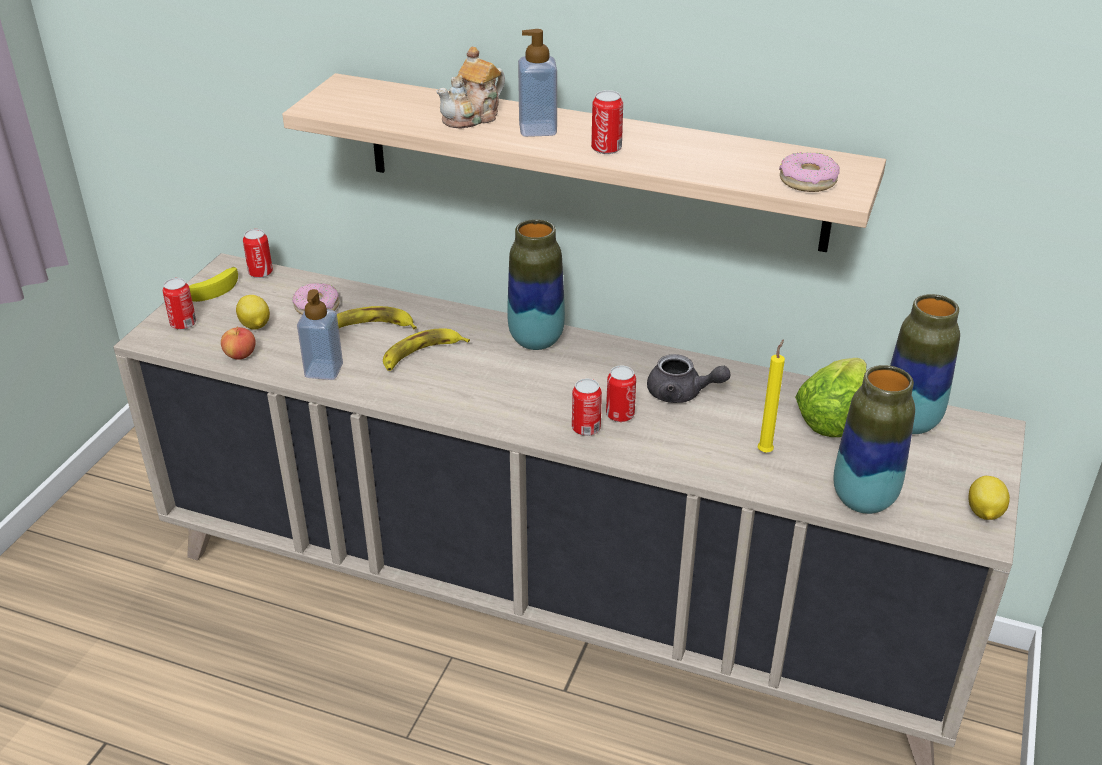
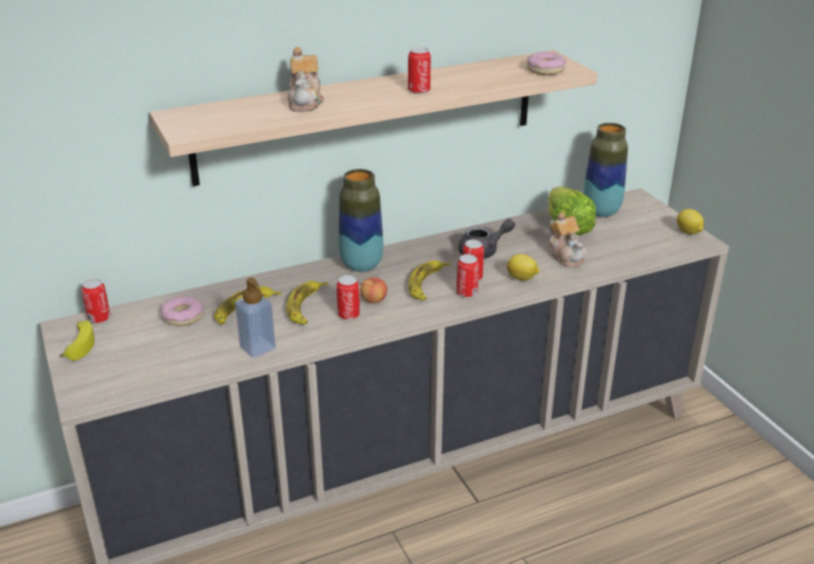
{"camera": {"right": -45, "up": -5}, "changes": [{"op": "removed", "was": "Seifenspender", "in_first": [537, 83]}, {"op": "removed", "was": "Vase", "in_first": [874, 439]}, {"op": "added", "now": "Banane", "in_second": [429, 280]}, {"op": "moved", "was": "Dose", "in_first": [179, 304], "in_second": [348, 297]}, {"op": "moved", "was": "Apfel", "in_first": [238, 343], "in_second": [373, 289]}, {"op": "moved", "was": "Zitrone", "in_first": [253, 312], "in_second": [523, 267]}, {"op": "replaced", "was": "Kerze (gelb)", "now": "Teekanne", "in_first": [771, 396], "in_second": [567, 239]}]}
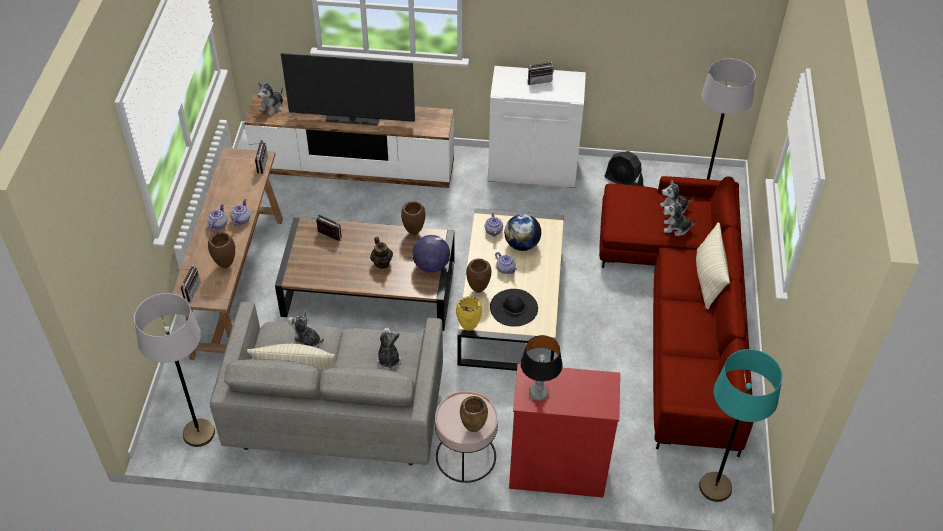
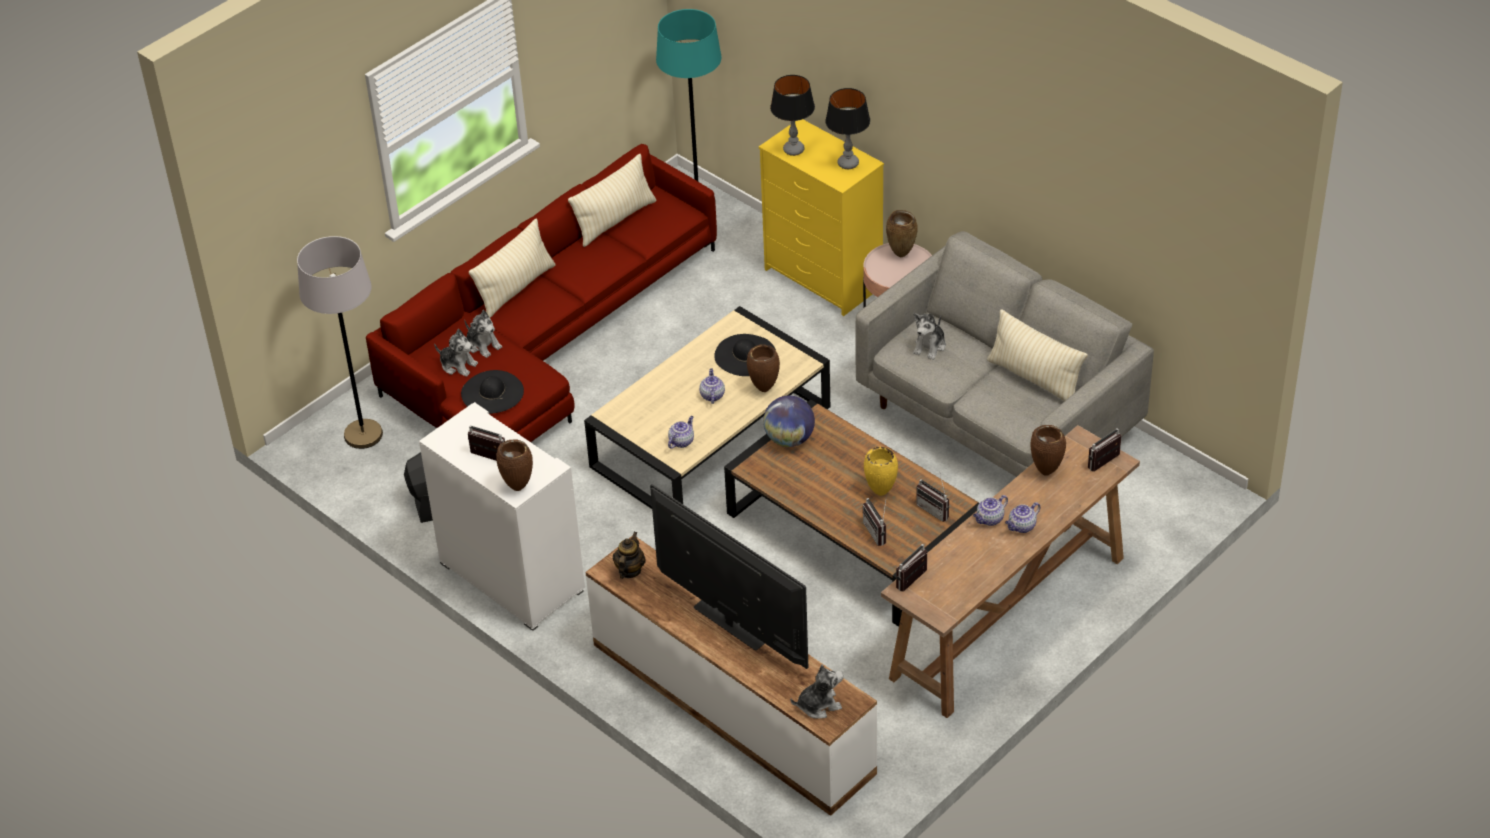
{"camera": {"right": -140, "up": -5}, "changes": [{"op": "removed", "was": "Stehlampe (grau)", "in_first": [174, 370]}, {"op": "removed", "was": "Plüschtier", "in_first": [306, 329]}, {"op": "removed", "was": "Globus", "in_first": [523, 232]}, {"op": "added", "now": "Hut (schwarz)", "in_second": [492, 392]}, {"op": "added", "now": "Kissen (beige)", "in_second": [612, 200]}, {"op": "added", "now": "Tischlampe", "in_second": [792, 115]}, {"op": "added", "now": "Radio", "in_second": [932, 498]}, {"op": "moved", "was": "Teekanne", "in_first": [381, 253], "in_second": [629, 555]}, {"op": "moved", "was": "Vase (braun)", "in_first": [413, 218], "in_second": [514, 465]}, {"op": "moved", "was": "Vase (gelb)", "in_first": [469, 313], "in_second": [881, 471]}, {"op": "recoloured", "was": "Kommode (rot)", "now": "Kommode (gelb)", "in_first": [564, 431], "in_second": [821, 217]}]}
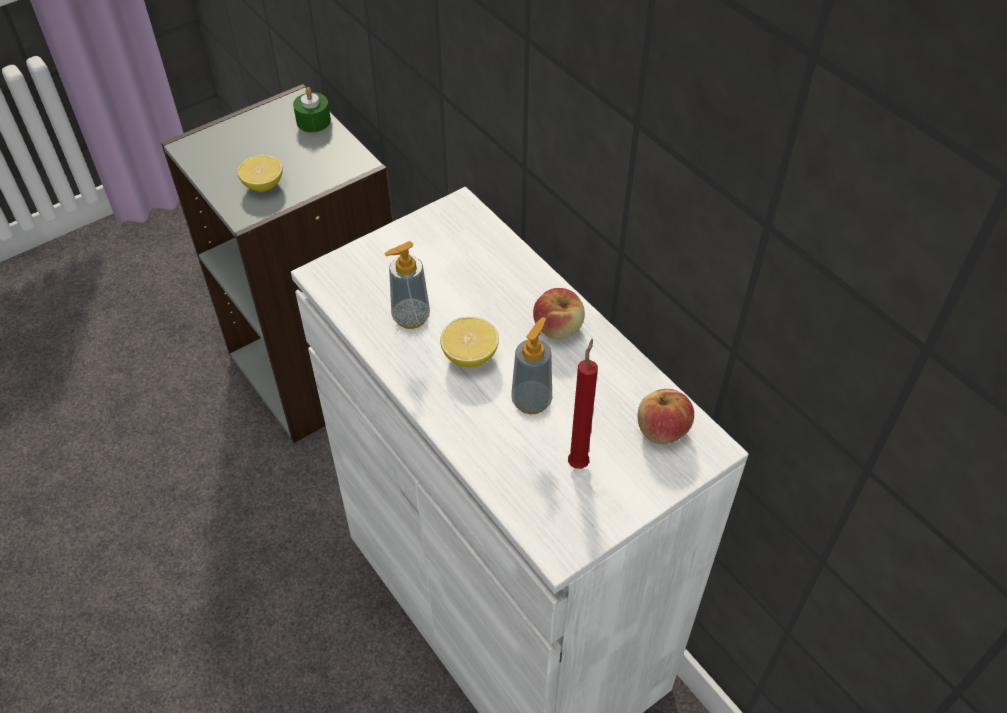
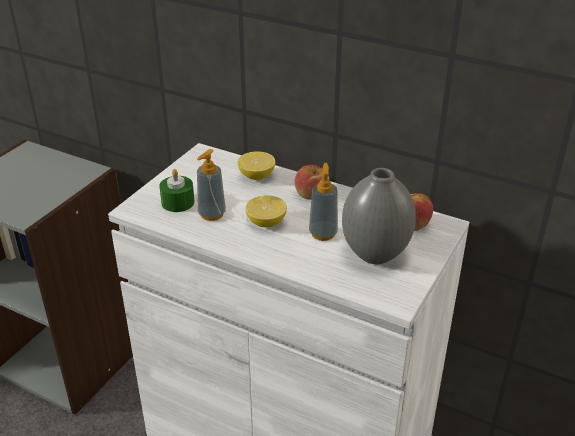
{"camera": {"right": -25, "up": -15}, "changes": [{"op": "moved", "was": "Zitrone", "in_first": [260, 173], "in_second": [256, 165]}, {"op": "moved", "was": "Kerze (grün)", "in_first": [312, 109], "in_second": [176, 190]}, {"op": "replaced", "was": "Kerze (rot)", "now": "Vase (grau)", "in_first": [583, 404], "in_second": [379, 216]}]}
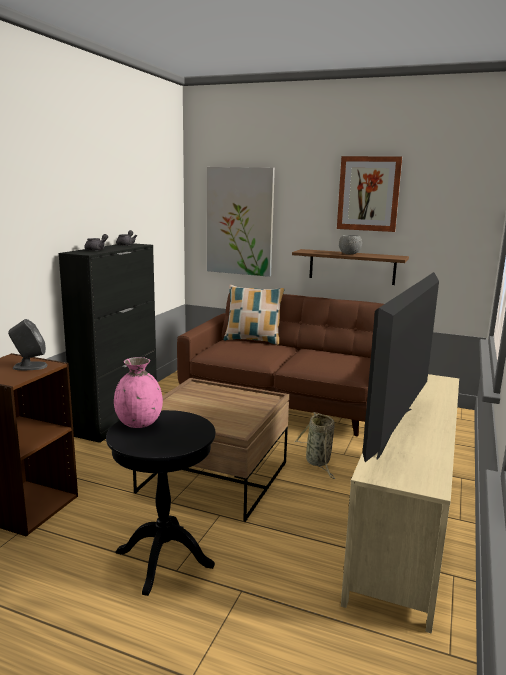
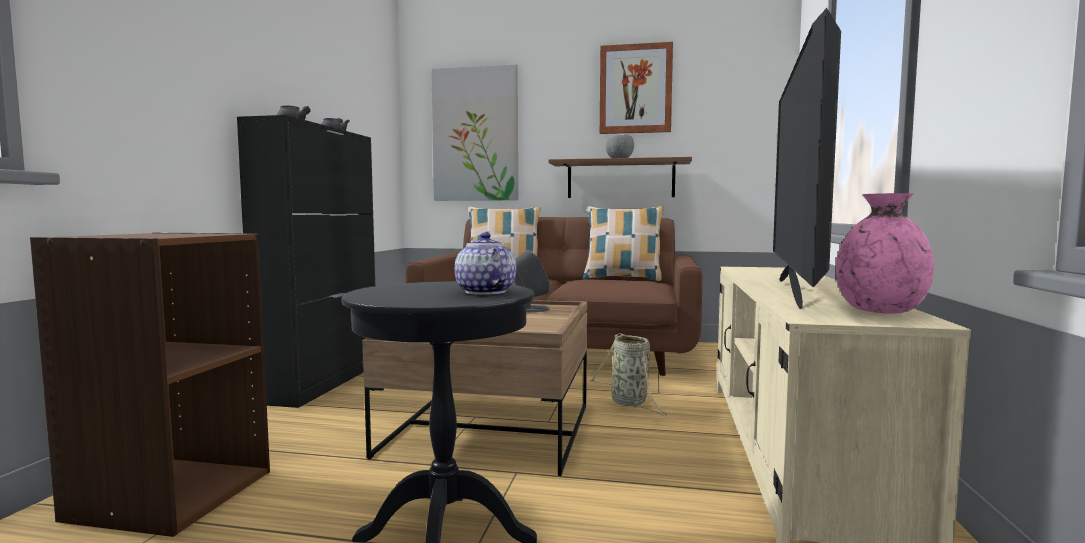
{"camera": {"right": -10, "up": -10}, "changes": [{"op": "added", "now": "Teekanne", "in_second": [485, 263]}, {"op": "added", "now": "Kissen", "in_second": [623, 243]}, {"op": "moved", "was": "Lautsprecher (grau)", "in_first": [28, 344], "in_second": [532, 281]}, {"op": "moved", "was": "Vase (rosa)", "in_first": [138, 392], "in_second": [885, 253]}]}
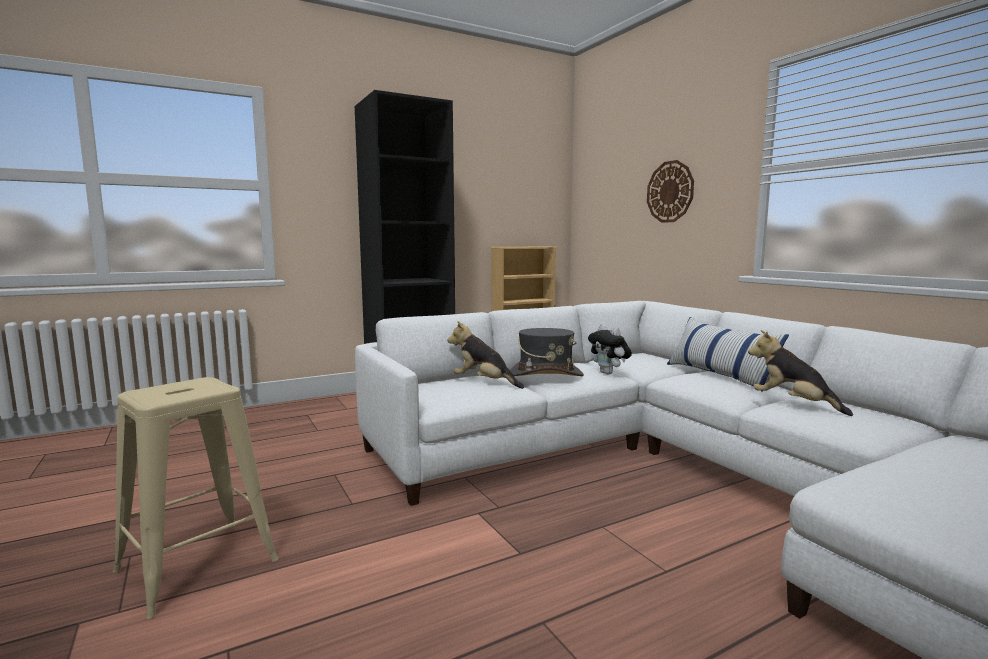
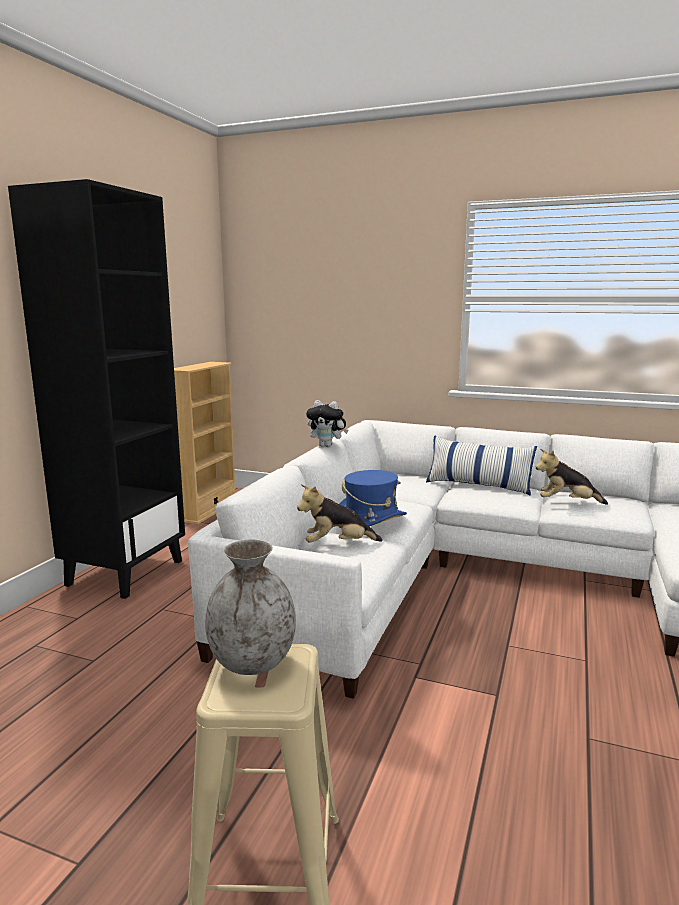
{"camera": {"right": -40, "up": 5}, "changes": [{"op": "removed", "was": "Wanduhr", "in_first": [670, 191]}, {"op": "added", "now": "Vase (grau)", "in_second": [250, 607]}, {"op": "moved", "was": "Plüschtier", "in_first": [610, 349], "in_second": [327, 423]}, {"op": "recoloured", "was": "Hut (grau)", "now": "Hut (blau)", "in_first": [547, 352], "in_second": [372, 498]}]}
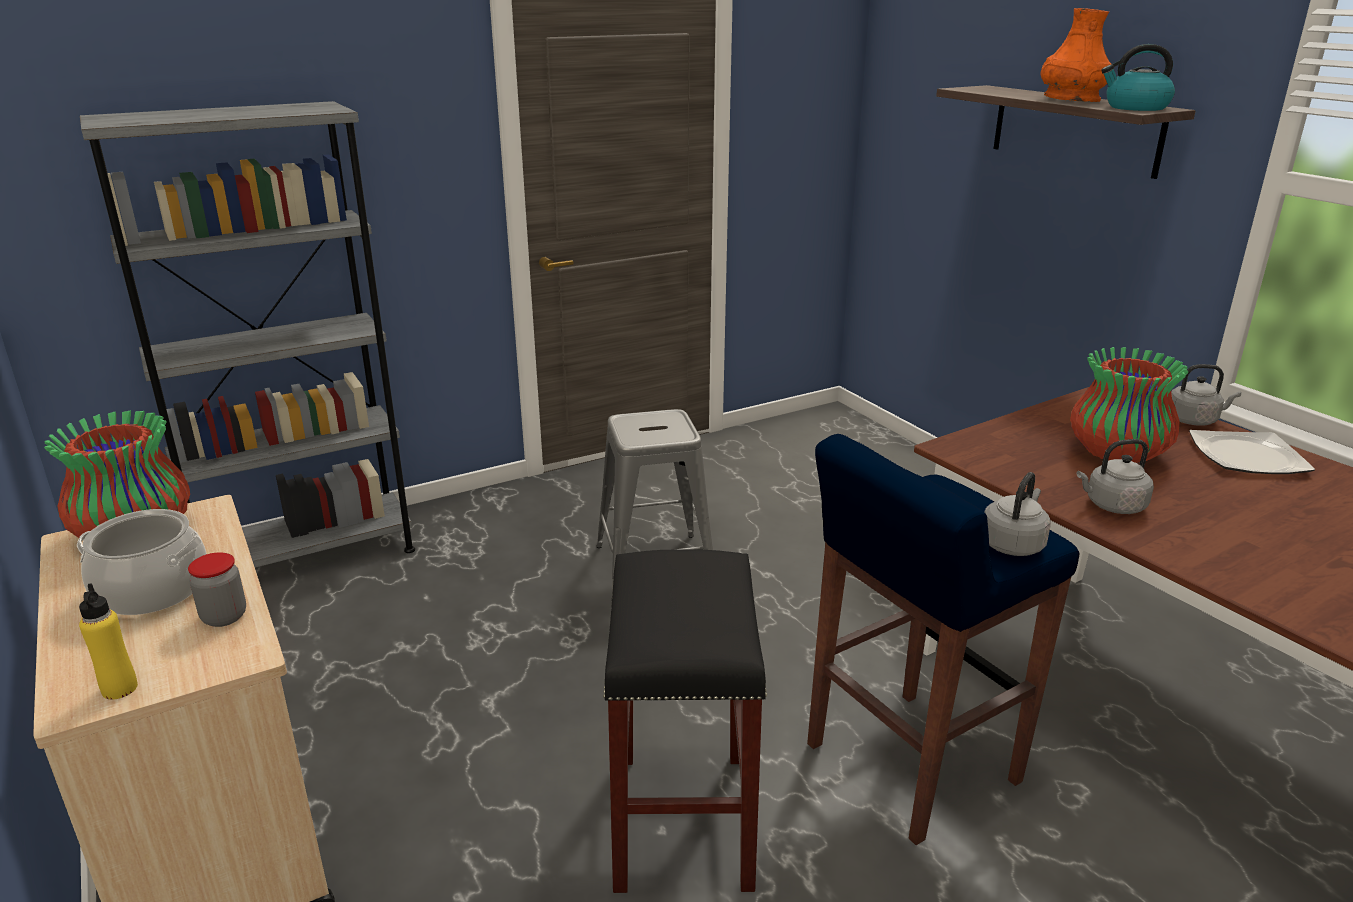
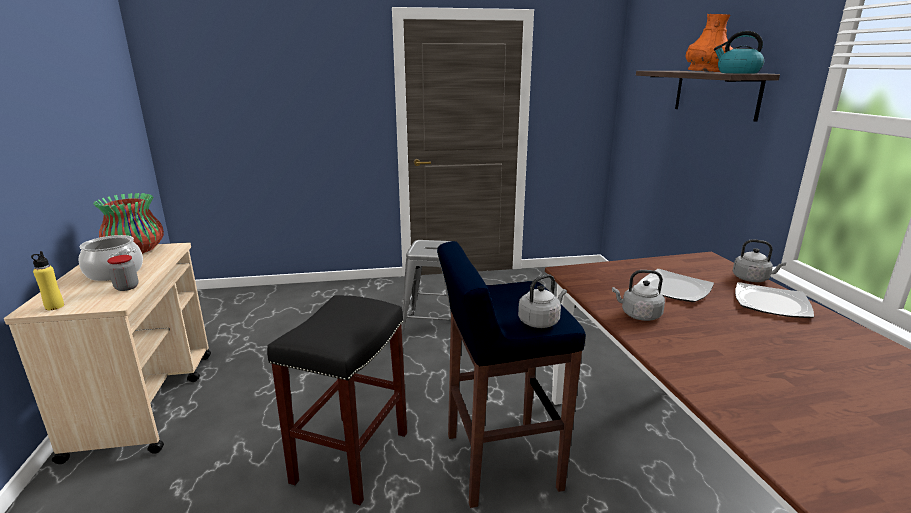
{"camera": {"right": 20, "up": -5}, "changes": [{"op": "removed", "was": "Bücherregal (grau)", "in_first": [247, 334]}, {"op": "replaced", "was": "Vase", "now": "Teller", "in_first": [1129, 405], "in_second": [676, 285]}]}
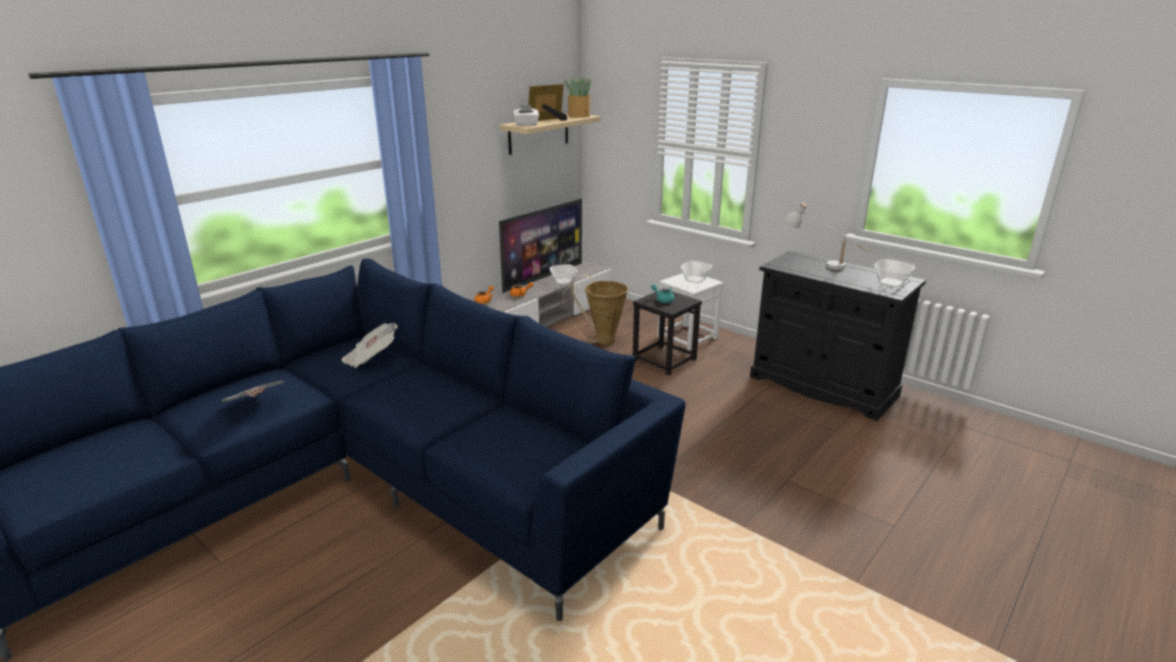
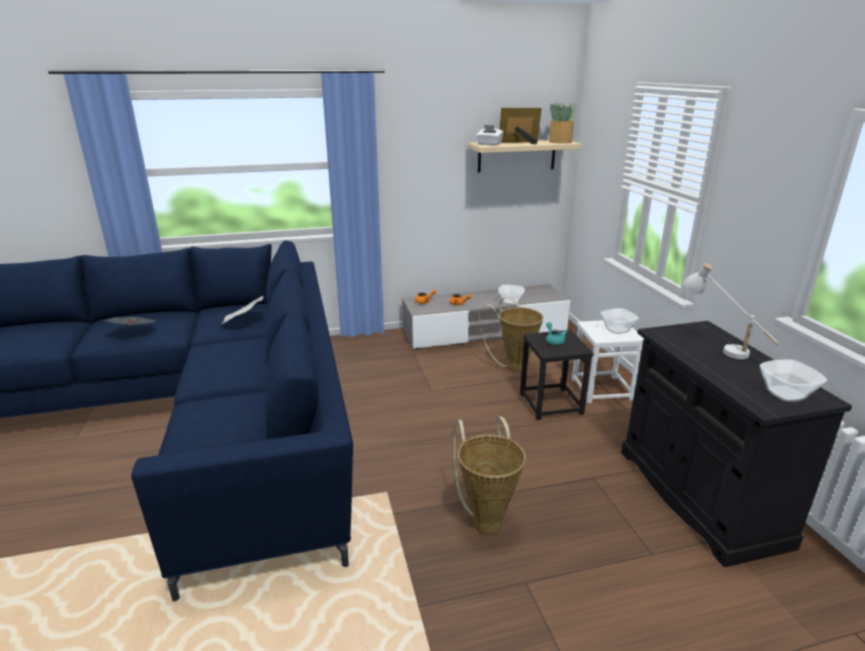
{"camera": {"right": 35, "up": 0}, "changes": [{"op": "removed", "was": "Fernseher", "in_first": [540, 246]}, {"op": "added", "now": "Korb", "in_second": [489, 475]}]}
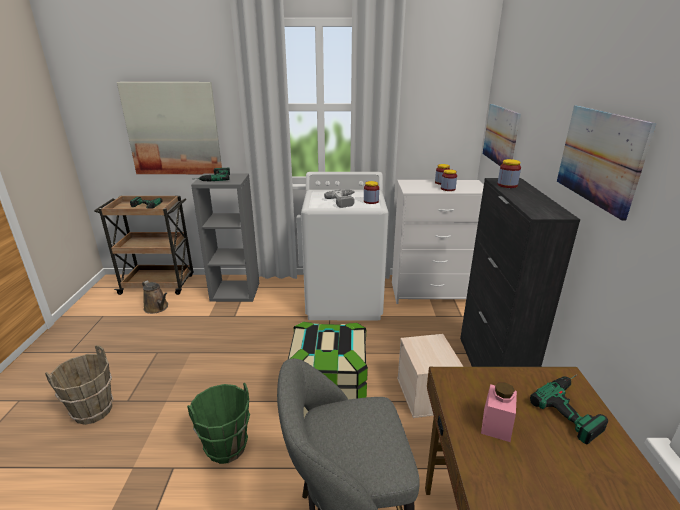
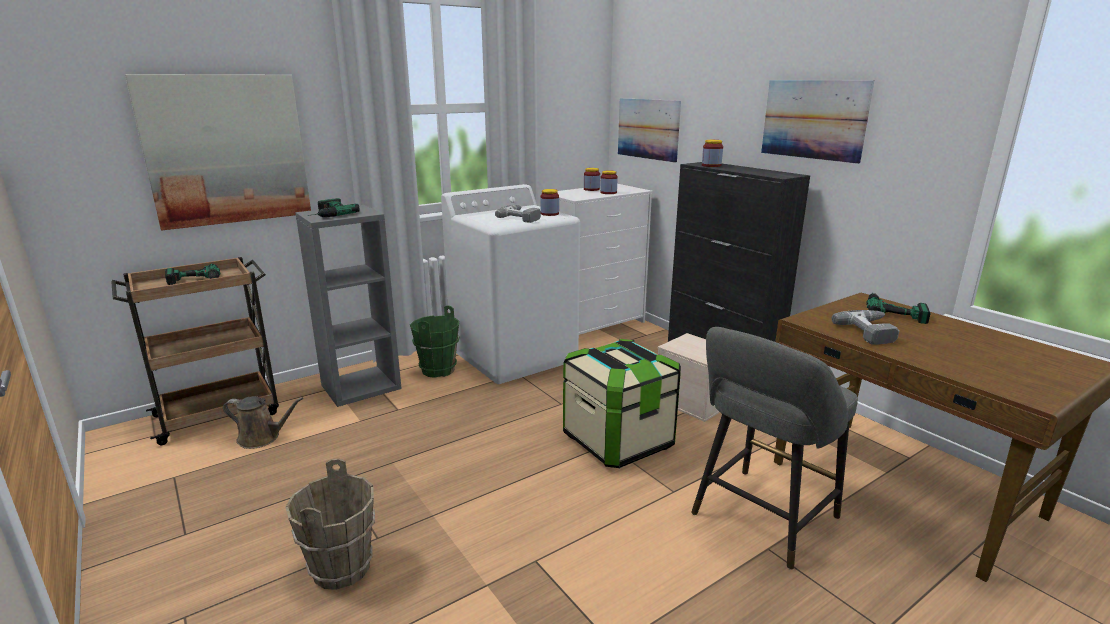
{"camera": {"right": -35, "up": -5}, "changes": [{"op": "moved", "was": "Eimer (grün)", "in_first": [218, 423], "in_second": [434, 341]}, {"op": "replaced", "was": "Vorratsglas (rosa)", "now": "Bohrmaschine", "in_first": [499, 412], "in_second": [865, 327]}]}
